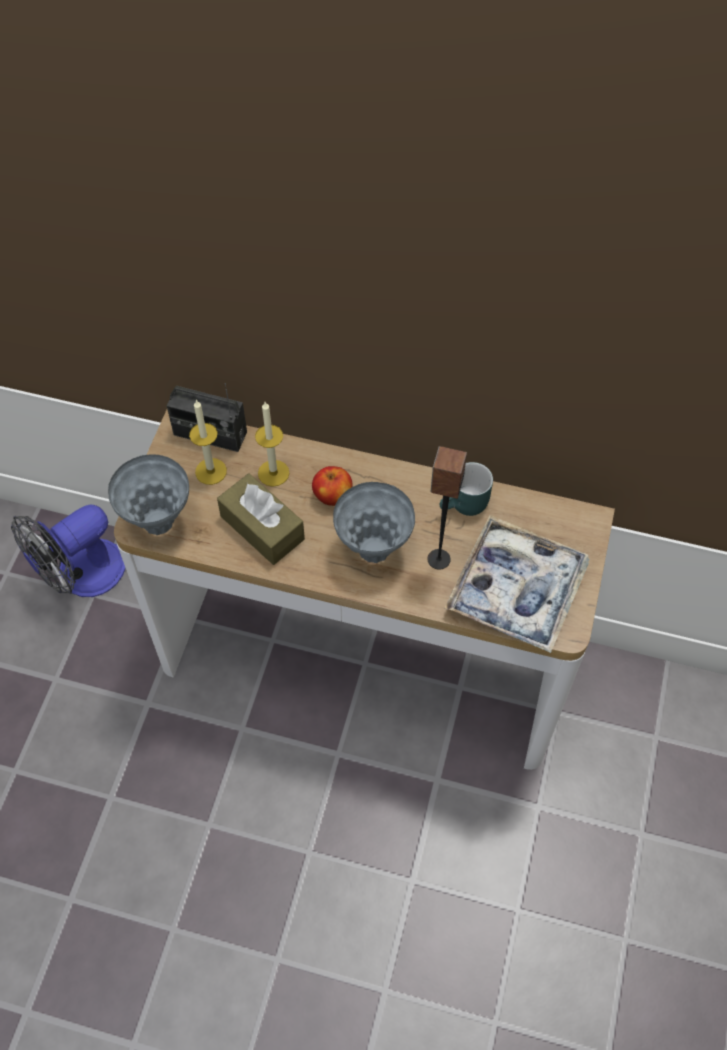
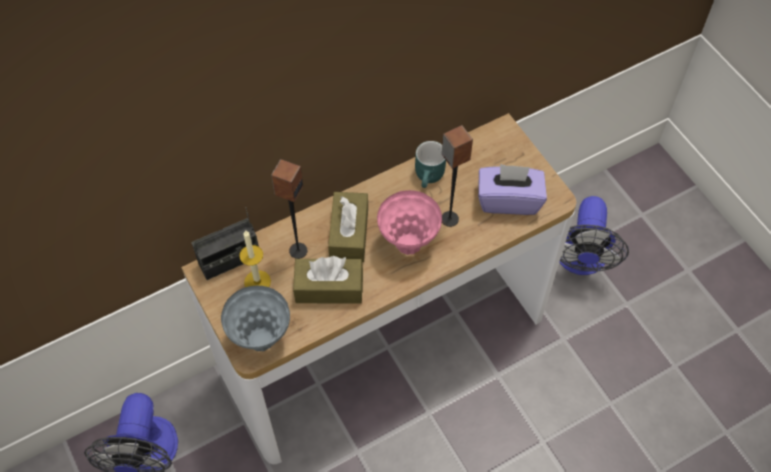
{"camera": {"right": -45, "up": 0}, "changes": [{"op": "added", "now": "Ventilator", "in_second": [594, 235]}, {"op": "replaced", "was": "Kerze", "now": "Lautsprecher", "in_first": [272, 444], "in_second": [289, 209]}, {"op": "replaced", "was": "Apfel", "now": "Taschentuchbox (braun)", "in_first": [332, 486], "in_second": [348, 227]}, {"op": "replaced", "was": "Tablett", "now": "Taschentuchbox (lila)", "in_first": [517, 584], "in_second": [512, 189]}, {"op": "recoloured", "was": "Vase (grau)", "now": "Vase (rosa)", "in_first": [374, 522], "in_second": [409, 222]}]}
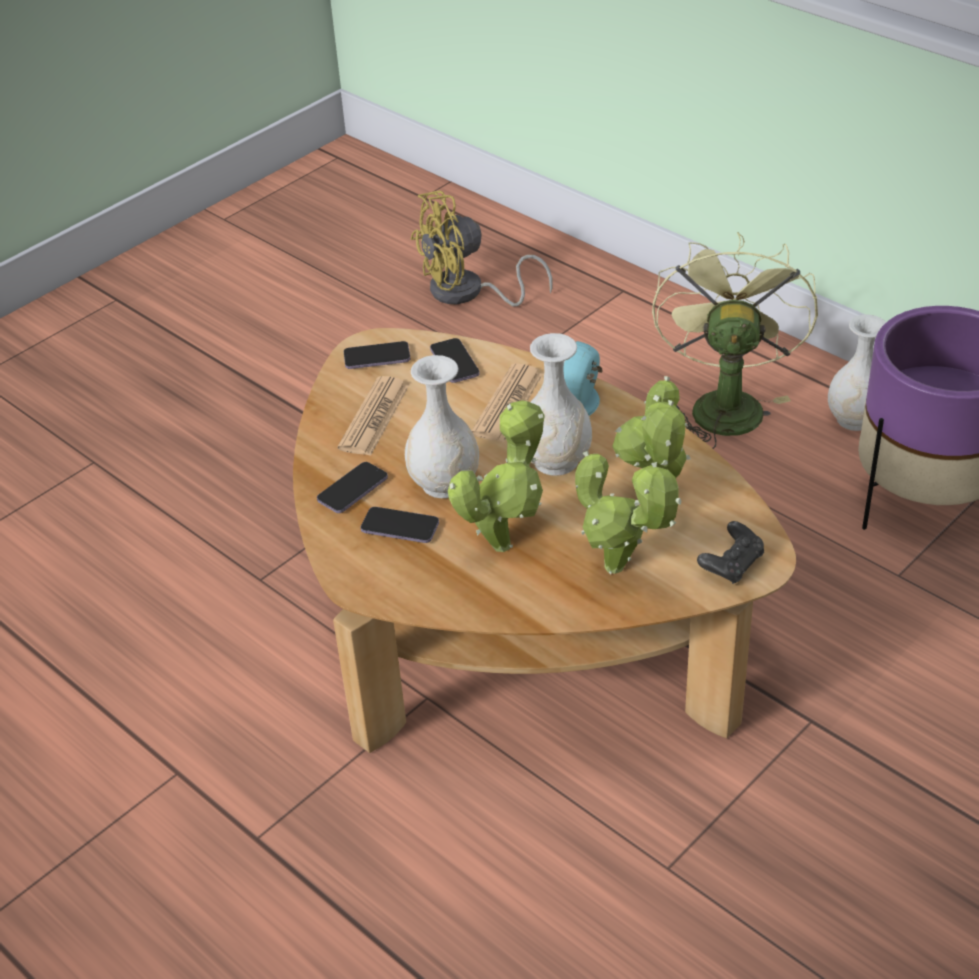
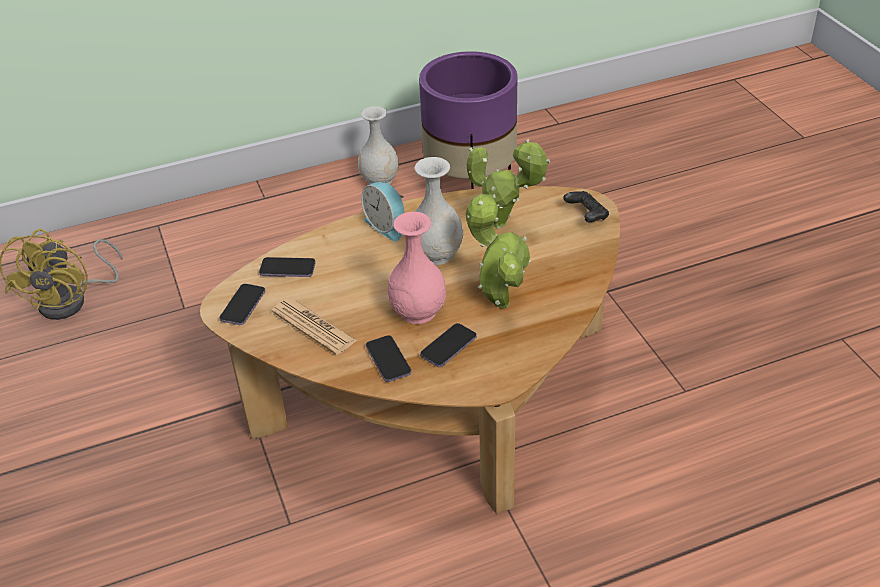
{"camera": {"right": -65, "up": 0}, "changes": [{"op": "removed", "was": "Zeitung", "in_first": [507, 403]}, {"op": "removed", "was": "Topfpflanze", "in_first": [628, 512]}, {"op": "removed", "was": "Ventilator (grün)", "in_first": [735, 340]}, {"op": "recoloured", "was": "Vase (weiß)", "now": "Vase (rosa)", "in_first": [442, 426], "in_second": [417, 268]}]}
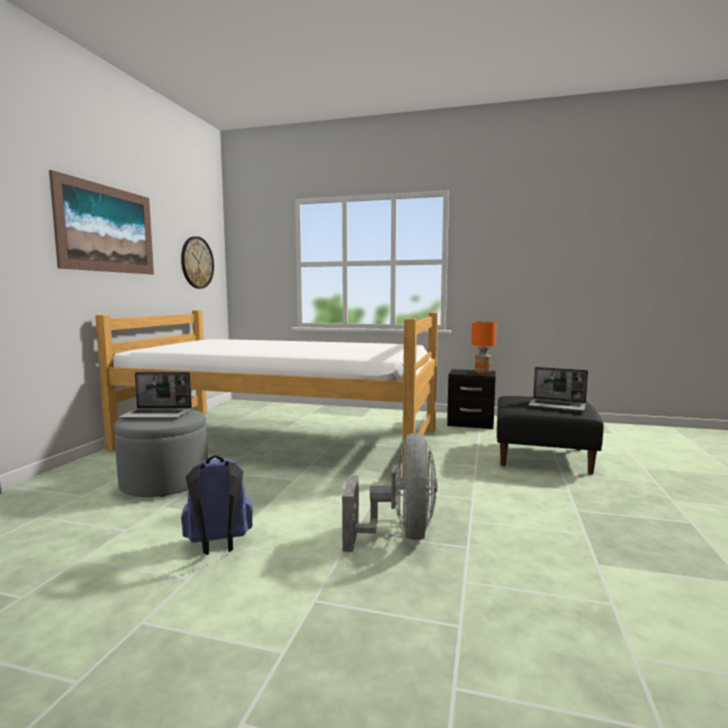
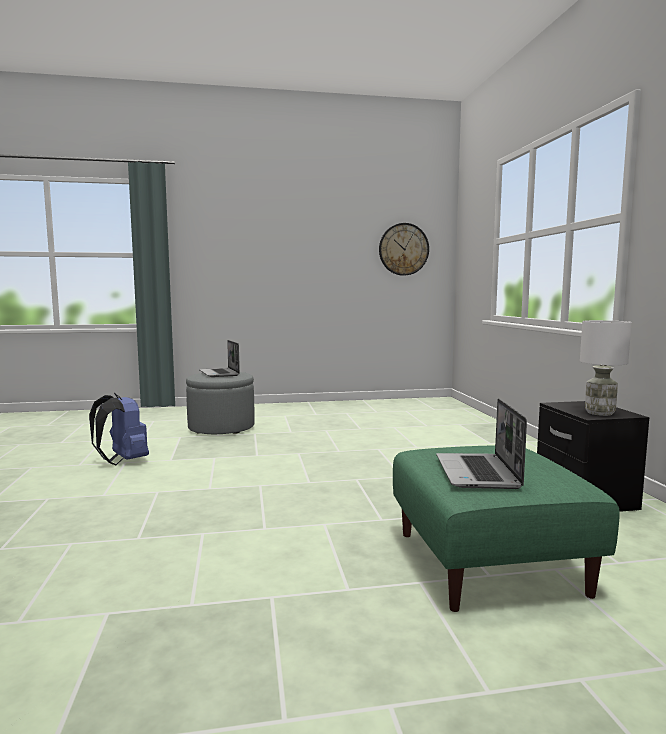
{"camera": {"right": 65, "up": 0}, "changes": [{"op": "removed", "was": "Bild", "in_first": [101, 222]}, {"op": "removed", "was": "Bett", "in_first": [266, 395]}, {"op": "removed", "was": "Ventilator (grau)", "in_first": [389, 492]}, {"op": "recoloured", "was": "Tischlampe (orange)", "now": "Tischlampe (weiß)", "in_first": [484, 348], "in_second": [606, 368]}, {"op": "recoloured", "was": "Polsterhocker (schwarz)", "now": "Polsterhocker (grün)", "in_first": [550, 435], "in_second": [506, 528]}]}
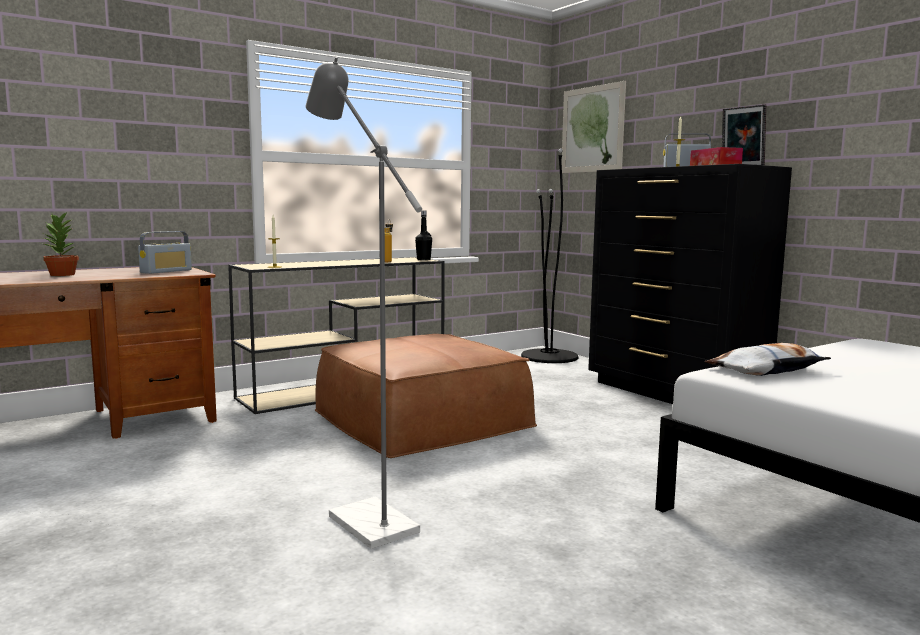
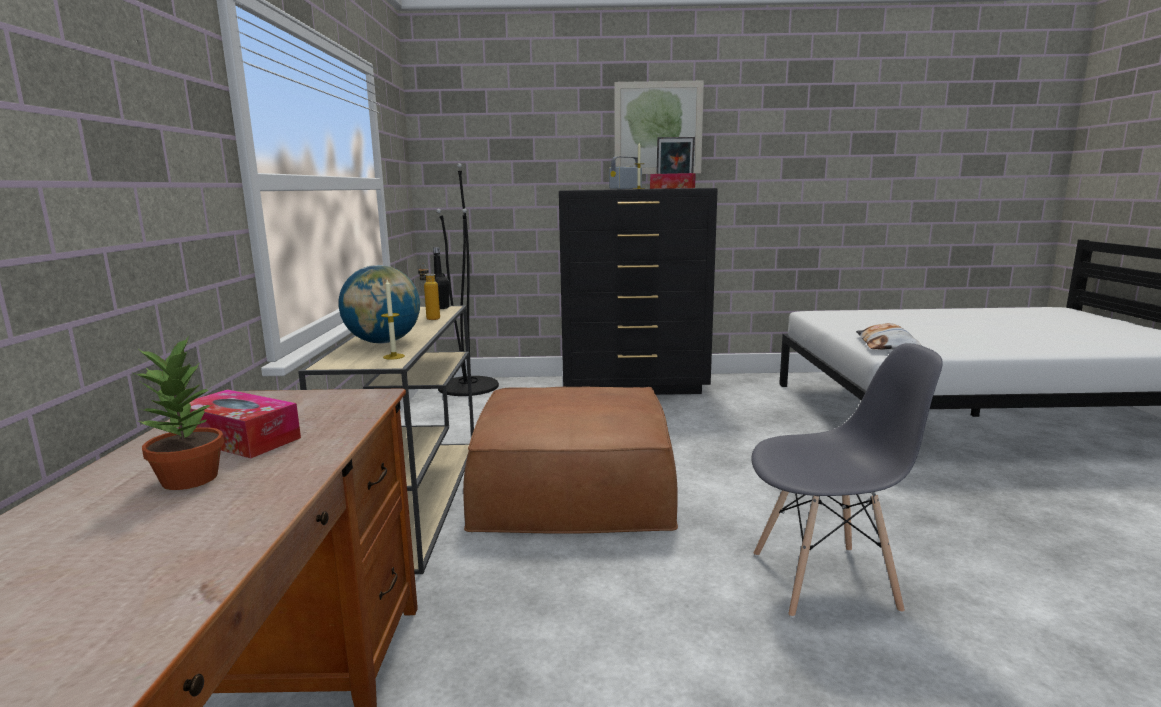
{"camera": {"right": -55, "up": 5}, "changes": [{"op": "removed", "was": "Radio", "in_first": [165, 252]}, {"op": "added", "now": "Taschentuchbox", "in_second": [240, 424]}, {"op": "added", "now": "Globus", "in_second": [379, 304]}, {"op": "moved", "was": "Bild", "in_first": [594, 127], "in_second": [659, 127]}, {"op": "replaced", "was": "Stehlampe (grau)", "now": "Stuhl (grau)", "in_first": [363, 303], "in_second": [847, 480]}]}
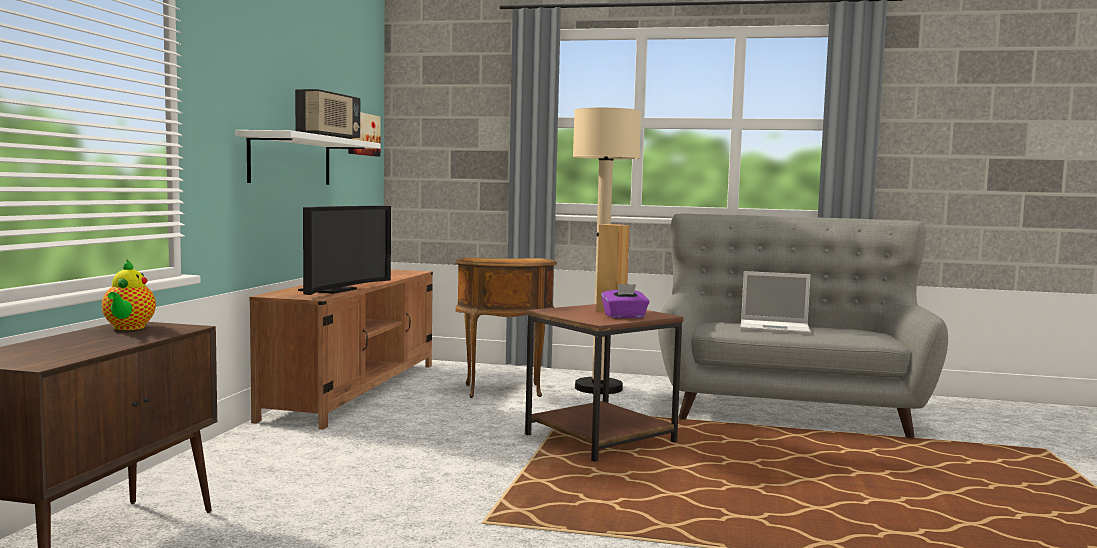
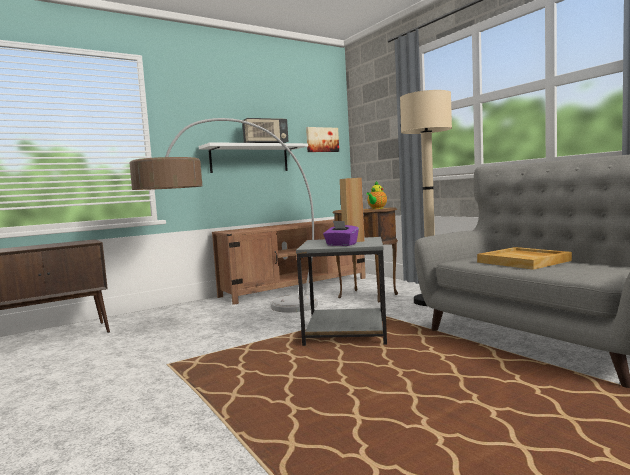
{"camera": {"right": 45, "up": 0}, "changes": [{"op": "removed", "was": "Fernseher", "in_first": [344, 250]}, {"op": "added", "now": "Stehlampe", "in_second": [223, 215]}, {"op": "moved", "was": "Teekanne", "in_first": [129, 295], "in_second": [376, 195]}, {"op": "replaced", "was": "Laptop", "now": "Tablett (beige)", "in_first": [775, 303], "in_second": [524, 258]}, {"op": "recoloured", "was": "Beistelltisch (braun)", "now": "Beistelltisch (grau)", "in_first": [604, 383], "in_second": [341, 291]}]}
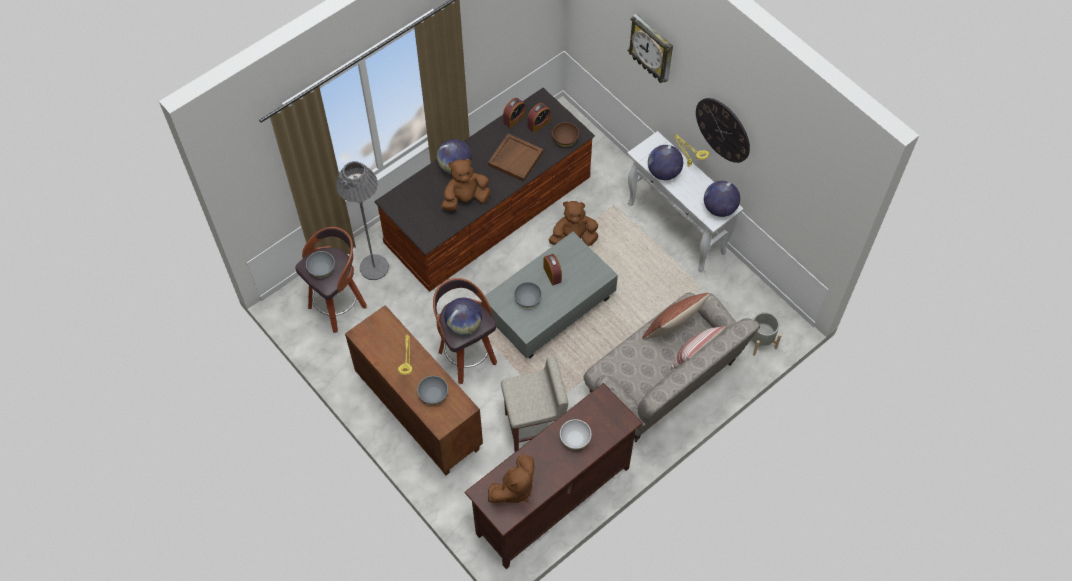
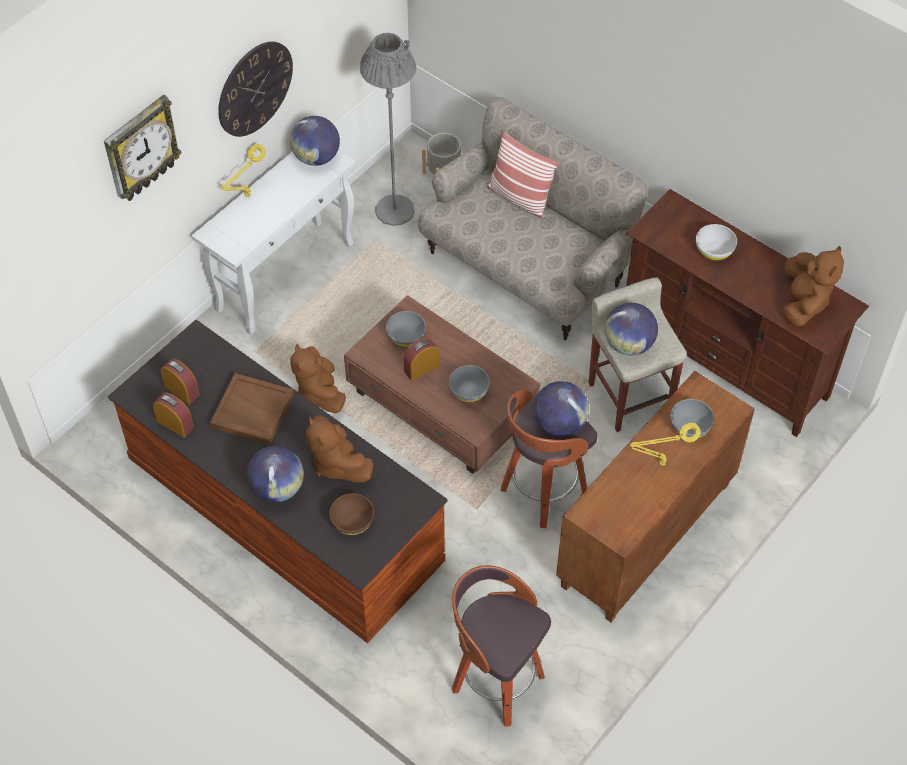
{"camera": {"right": -100, "up": -5}, "changes": [{"op": "removed", "was": "Kissen", "in_first": [676, 316]}, {"op": "moved", "was": "Schüssel (grau)", "in_first": [320, 264], "in_second": [406, 329]}, {"op": "moved", "was": "Stehlampe (grau)", "in_first": [362, 220], "in_second": [388, 129]}, {"op": "moved", "was": "Schüssel (braun)", "in_first": [565, 134], "in_second": [351, 514]}, {"op": "moved", "was": "Globus", "in_first": [665, 162], "in_second": [631, 329]}, {"op": "recoloured", "was": "Couchtisch (grau)", "now": "Couchtisch (braun)", "in_first": [551, 295], "in_second": [442, 384]}, {"op": "turned", "was": "Plüschtier (braun)", "in_first": [511, 478], "in_second": [813, 286], "clockwise": 60}]}
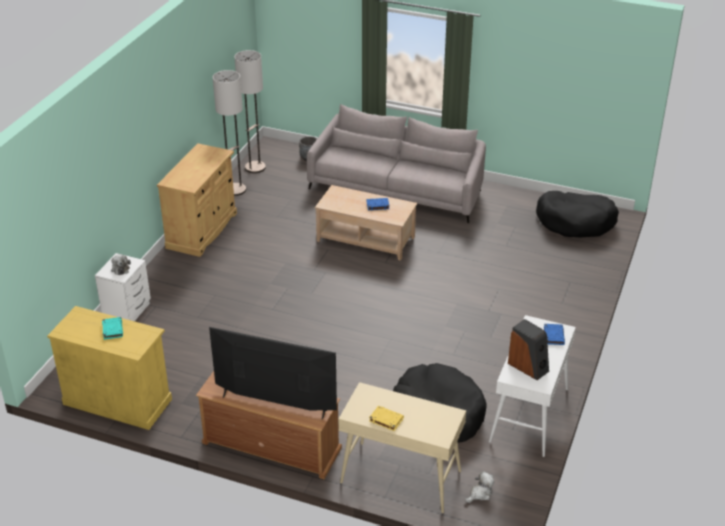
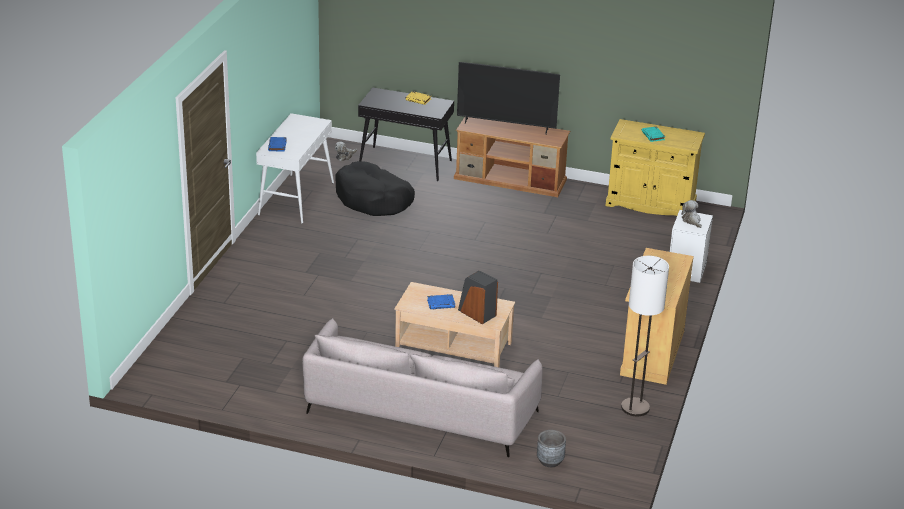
{"camera": {"right": 175, "up": -5}, "changes": [{"op": "removed", "was": "Stehlampe", "in_first": [250, 111]}, {"op": "removed", "was": "Hundebett (schwarz)", "in_first": [577, 214]}, {"op": "moved", "was": "Lautsprecher", "in_first": [528, 349], "in_second": [478, 297]}, {"op": "recoloured", "was": "Konsolentisch (beige)", "now": "Konsolentisch (schwarz)", "in_first": [402, 447], "in_second": [406, 134]}]}
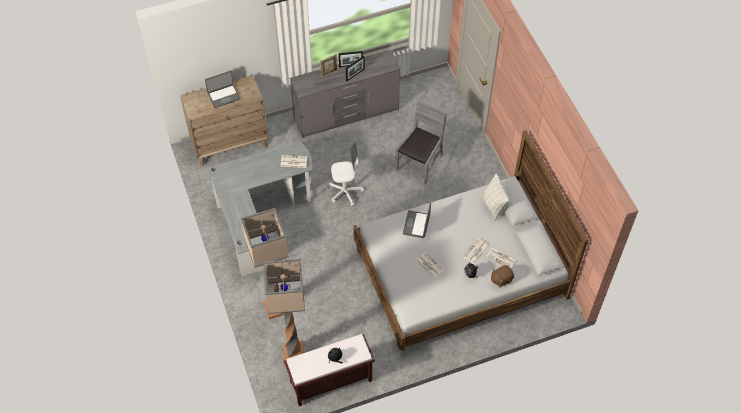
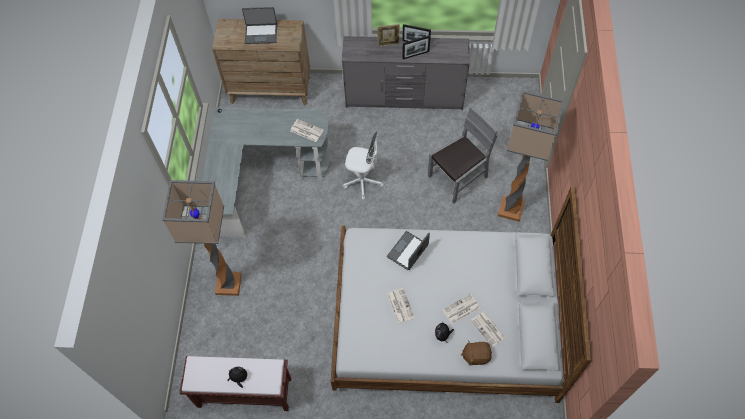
{"camera": {"right": 25, "up": 5}, "changes": [{"op": "removed", "was": "Kissen", "in_first": [496, 197]}, {"op": "moved", "was": "Stehlampe", "in_first": [284, 311], "in_second": [531, 156]}]}
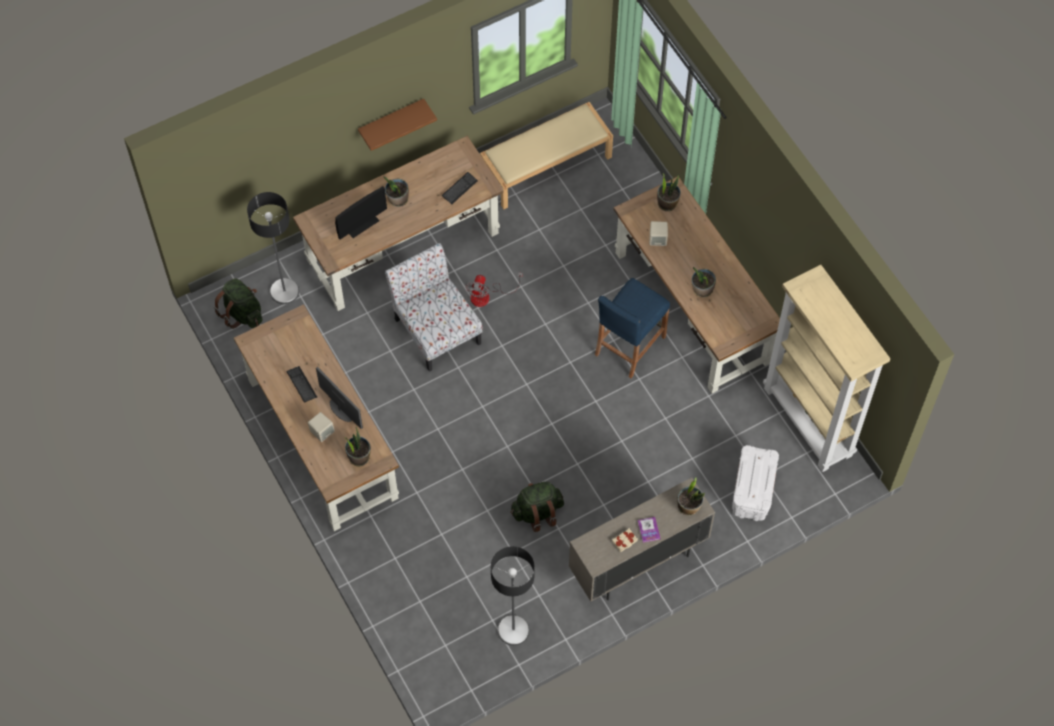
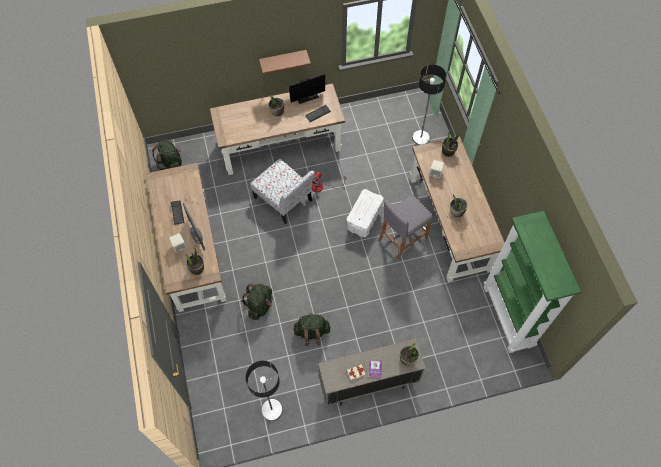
{"camera": {"right": 15, "up": 0}, "changes": [{"op": "removed", "was": "Bank (beige)", "in_first": [546, 156]}, {"op": "added", "now": "Rucksack (grün)", "in_second": [257, 302]}, {"op": "moved", "was": "Stehlampe", "in_first": [273, 248], "in_second": [429, 105]}, {"op": "moved", "was": "Monitor", "in_first": [361, 212], "in_second": [307, 88]}, {"op": "moved", "was": "Aufbewahrungsbox (weiß)", "in_first": [755, 483], "in_second": [365, 213]}, {"op": "recoloured", "was": "Hocker (blau)", "now": "Hocker (grau)", "in_first": [632, 328], "in_second": [406, 226]}, {"op": "recoloured", "was": "Bücherregal (beige)", "now": "Bücherregal (grün)", "in_first": [826, 368], "in_second": [532, 282]}, {"op": "turned", "was": "Stuhl", "in_first": [433, 307], "in_second": [282, 191], "clockwise": 150}]}
